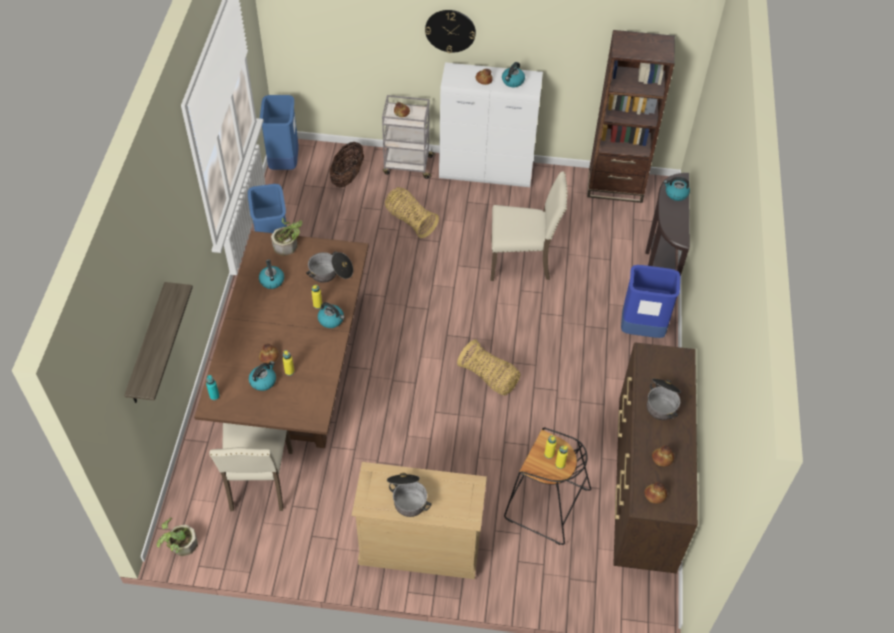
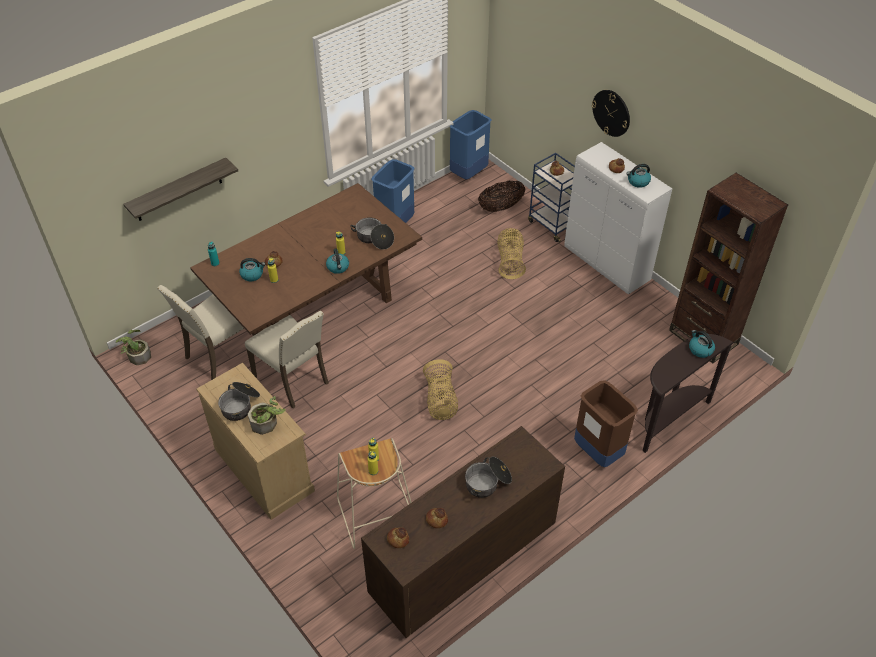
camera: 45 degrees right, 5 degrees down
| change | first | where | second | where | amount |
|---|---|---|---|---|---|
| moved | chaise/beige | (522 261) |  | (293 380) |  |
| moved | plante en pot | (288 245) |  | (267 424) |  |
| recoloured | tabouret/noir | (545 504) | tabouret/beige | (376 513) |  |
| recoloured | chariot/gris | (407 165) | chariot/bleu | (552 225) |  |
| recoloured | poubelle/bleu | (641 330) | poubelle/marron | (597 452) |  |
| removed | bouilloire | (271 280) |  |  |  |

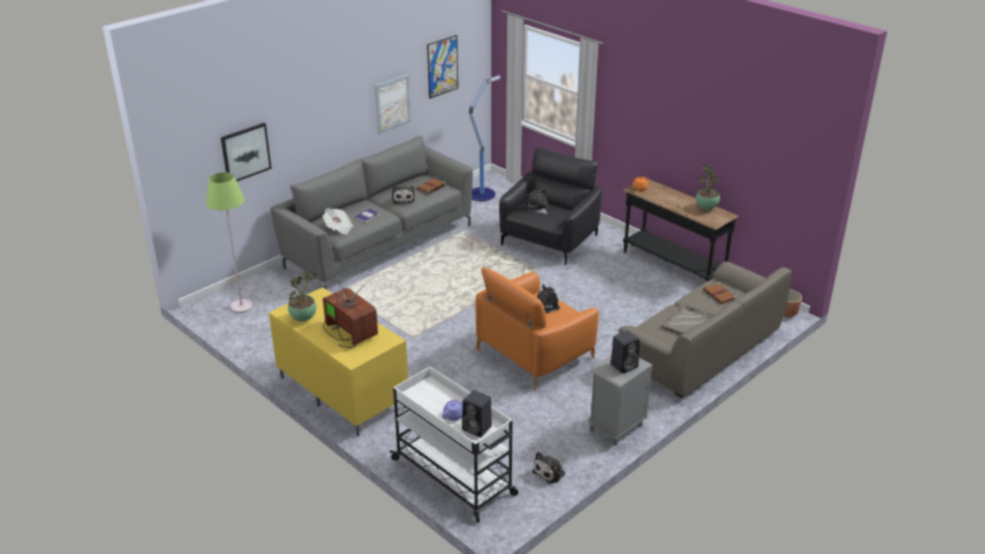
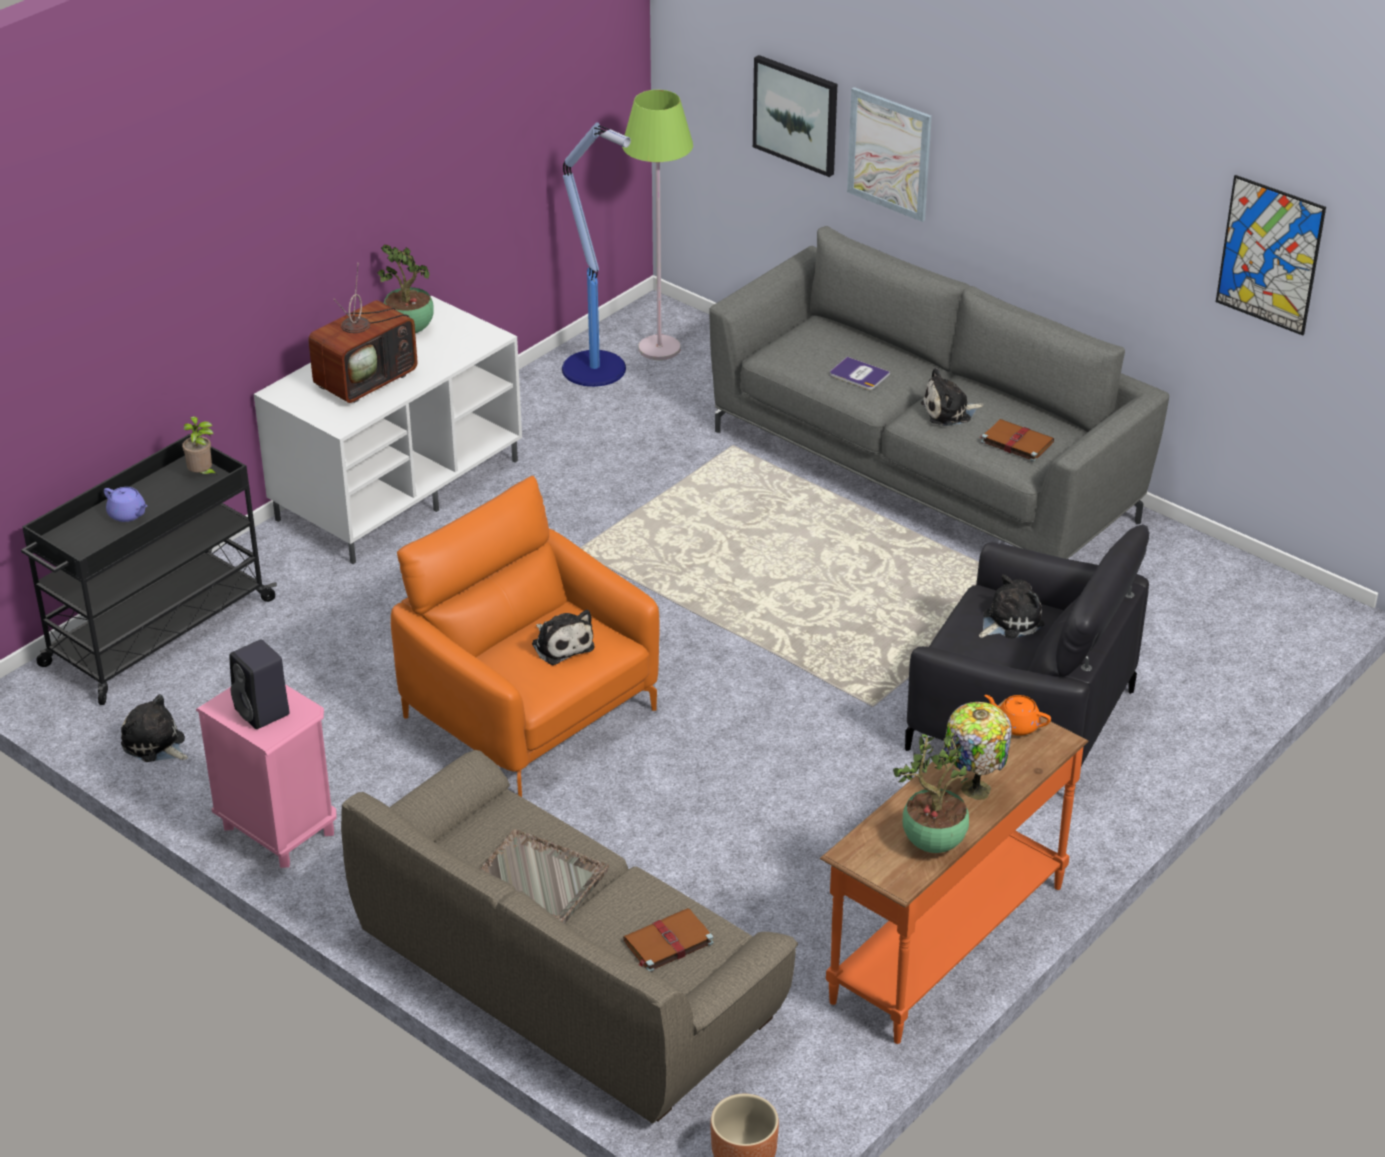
camera: 85 degrees right, 5 degrees up
| change | first | where | second | where | amount |
|---|---|---|---|---|---|
| recoloured | chariot/blanc | (454 477) | chariot/noir | (156 633) |  |
| added |  |  | plante en pot | (202 475) |  |
| recoloured | table de chevet/gris | (616 428) | table de chevet/rose | (277 830) |  |
| recoloured | meuble télé/jaune | (341 392) | meuble télé/blanc | (398 488) |  |
| moved | lampadaire | (482 194) |  | (596 370) |  |
| recoloured | table console/noir | (672 266) | table console/orange | (945 942) |  |
| moved | tableau | (392 104) |  | (889 154) |  |
| added |  |  | lampe de table | (973 790) |  |
| removed | journal | (338 228) |  |  |  |
| removed | enceinte/noir | (478 428) |  |  |  |

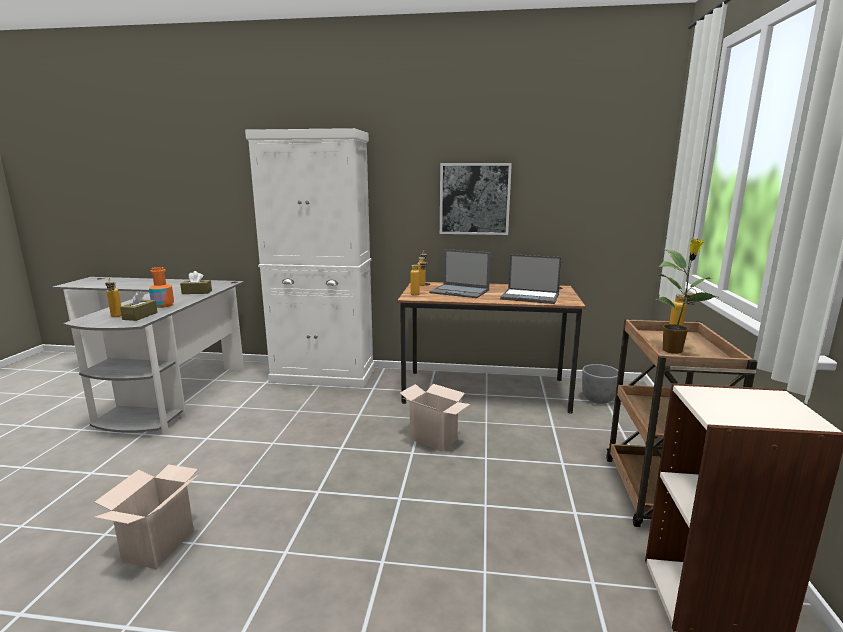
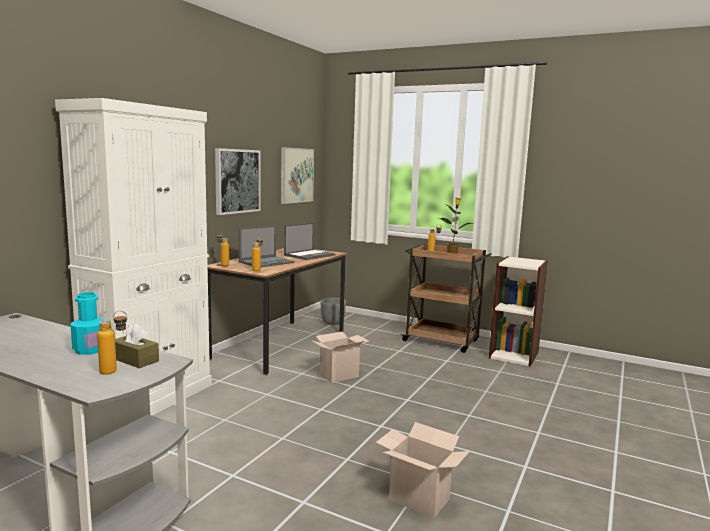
camera: 70 degrees left, 5 degrees down
| change | first | where | second | where | amount |
|---|---|---|---|---|---|
| recoloured | bouteille/orange | (163 305) | bouteille/turquoise | (90 350) |  |
| added |  |  | tableau | (296 175) |  |
| removed | boîte à mouchoirs/marron | (197 292) |  |  |  |

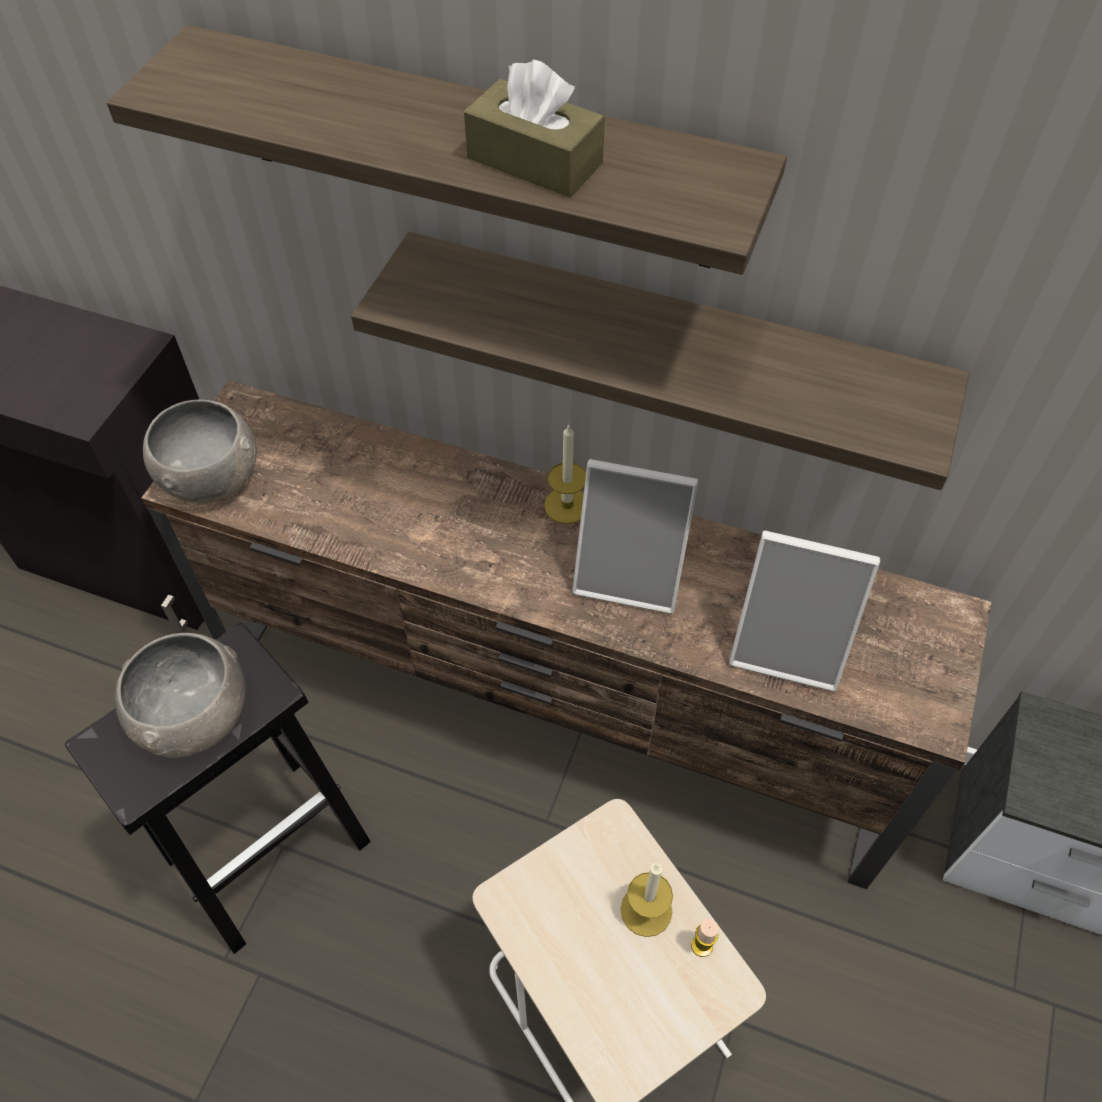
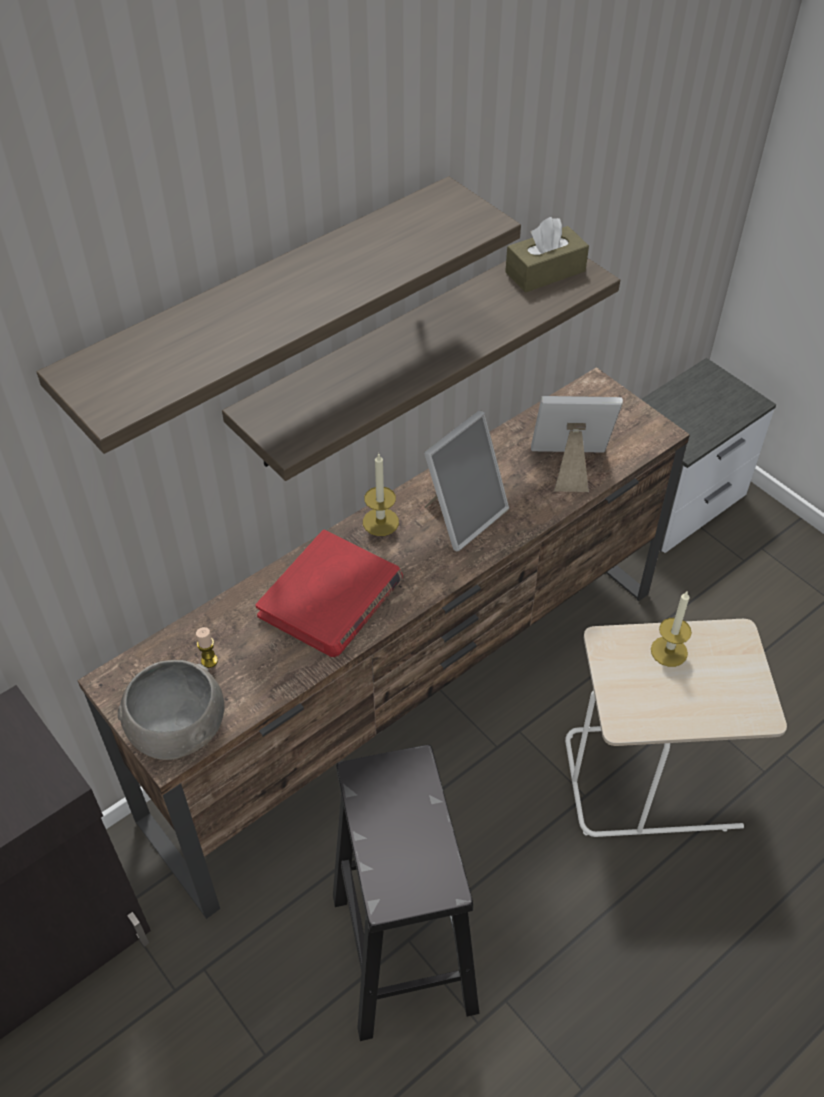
camera: 60 degrees left, 5 degrees down
| change | first | where | second | where | amount |
|---|---|---|---|---|---|
| moved | bougie | (702 945) |  | (209 661) |  |
| added |  |  | livre/rouge | (331 598) |  |
| moved | boîte à mouchoirs/marron | (534 161) |  | (545 272) |  |
| turned | cadre photo | (789 646) |  | (568 467) | 135 degrees counterclockwise |
| removed | bol/gris | (195 715) |  |  |  |

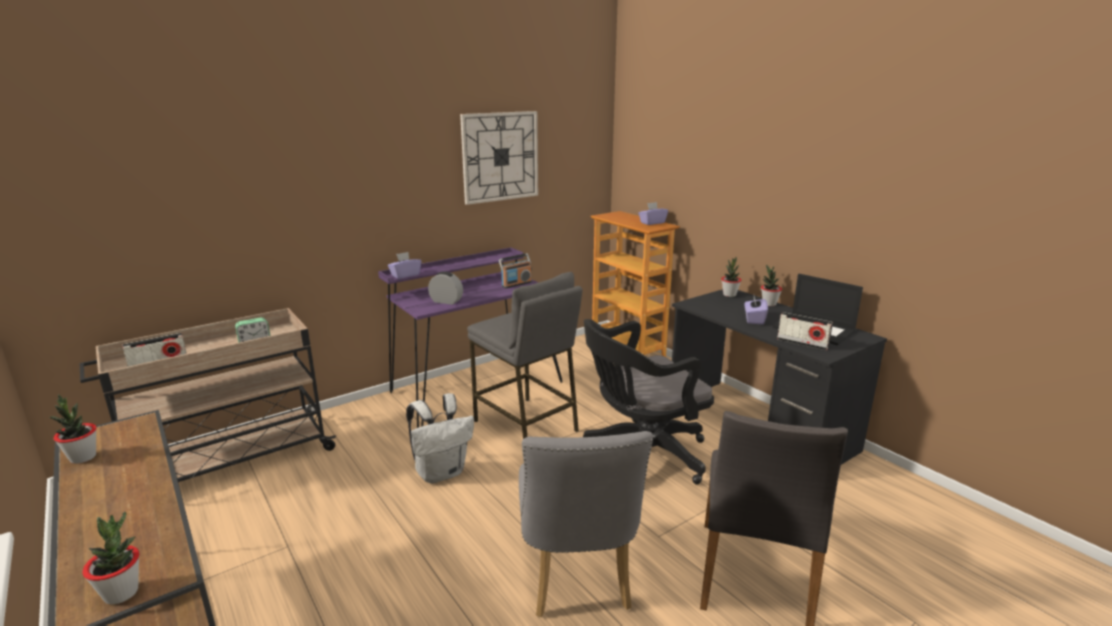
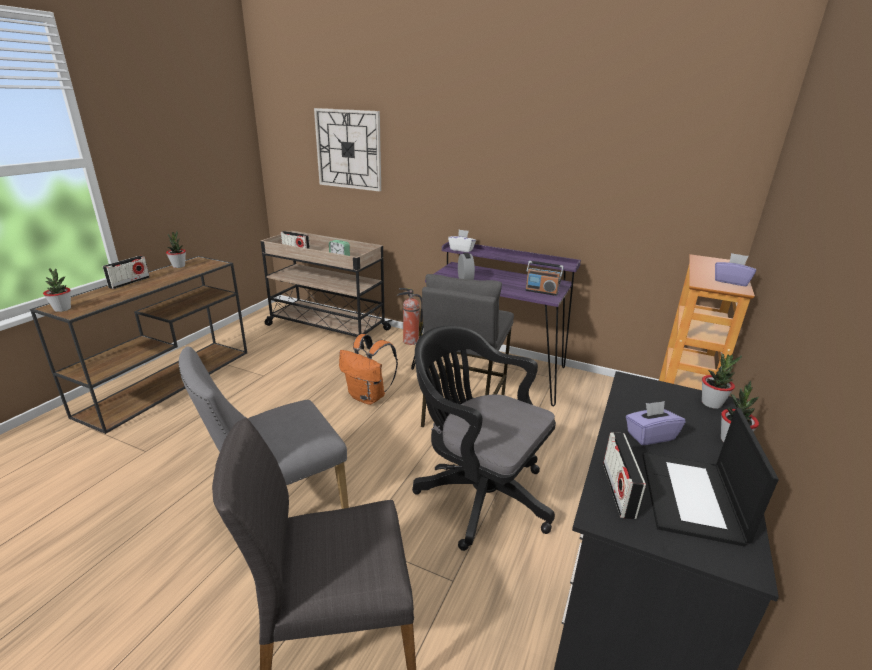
camera: 60 degrees right, 5 degrees up
| change | first | where | second | where | amount |
|---|---|---|---|---|---|
| added |  |  | radio | (129 282) |  |
| moved | horloge murale | (500 157) |  | (348 149) |  |
| recoloured | sac à dos/blanc | (441 472) | sac à dos/orange | (369 397) |  |
| added |  |  | extincteur | (410 341) |  |
| recoloured | boîte à mouchoirs/violet | (405 275) | boîte à mouchoirs/blanc | (461 249) |  |

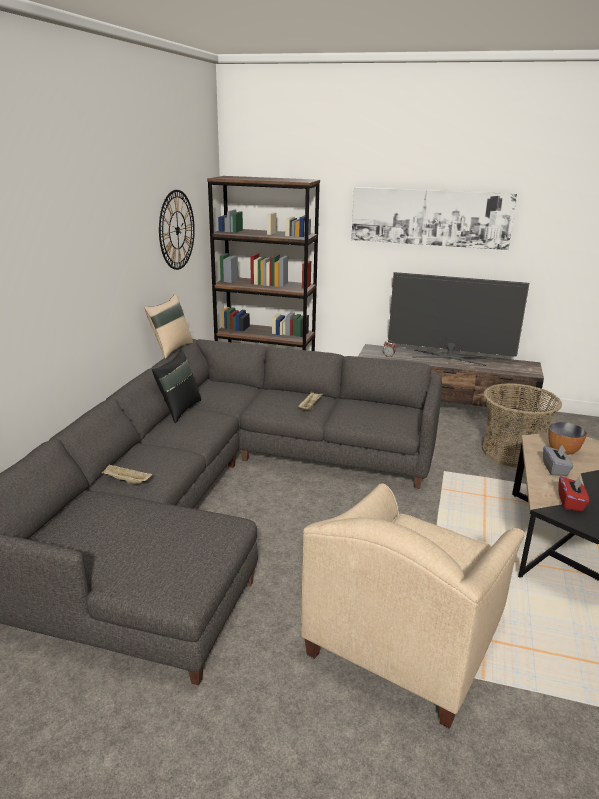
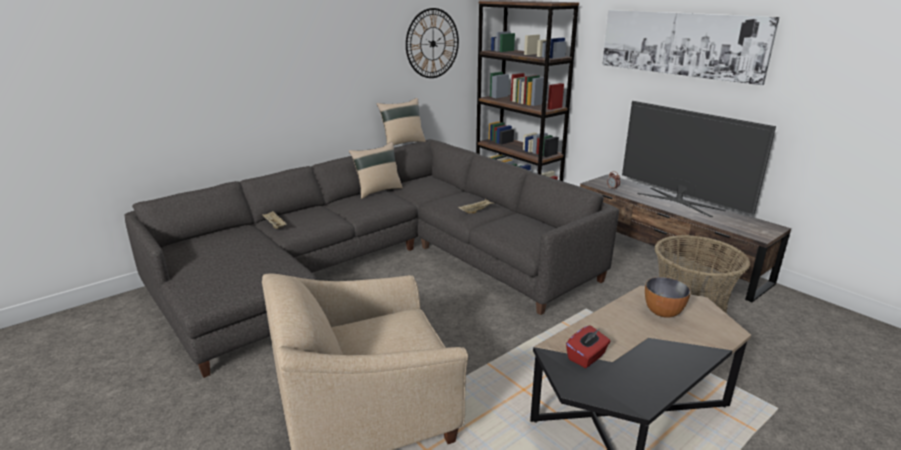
camera: 35 degrees right, 0 degrees up
| change | first | where | second | where | amount |
|---|---|---|---|---|---|
| recoloured | coussin/noir | (179 410) | coussin/beige | (377 191) |  |
| removed | boîte à mouchoirs/gris | (555 469) |  |  |  |

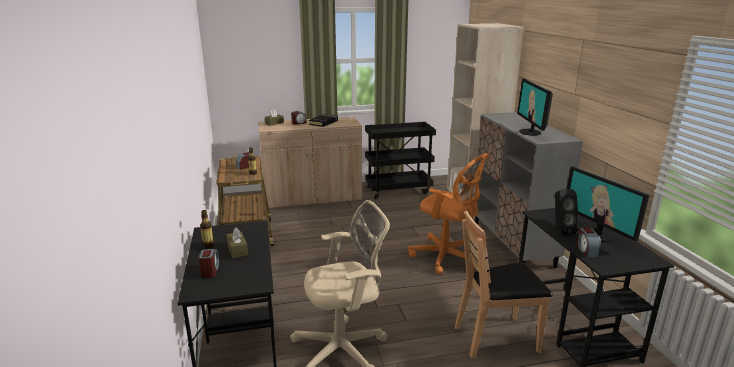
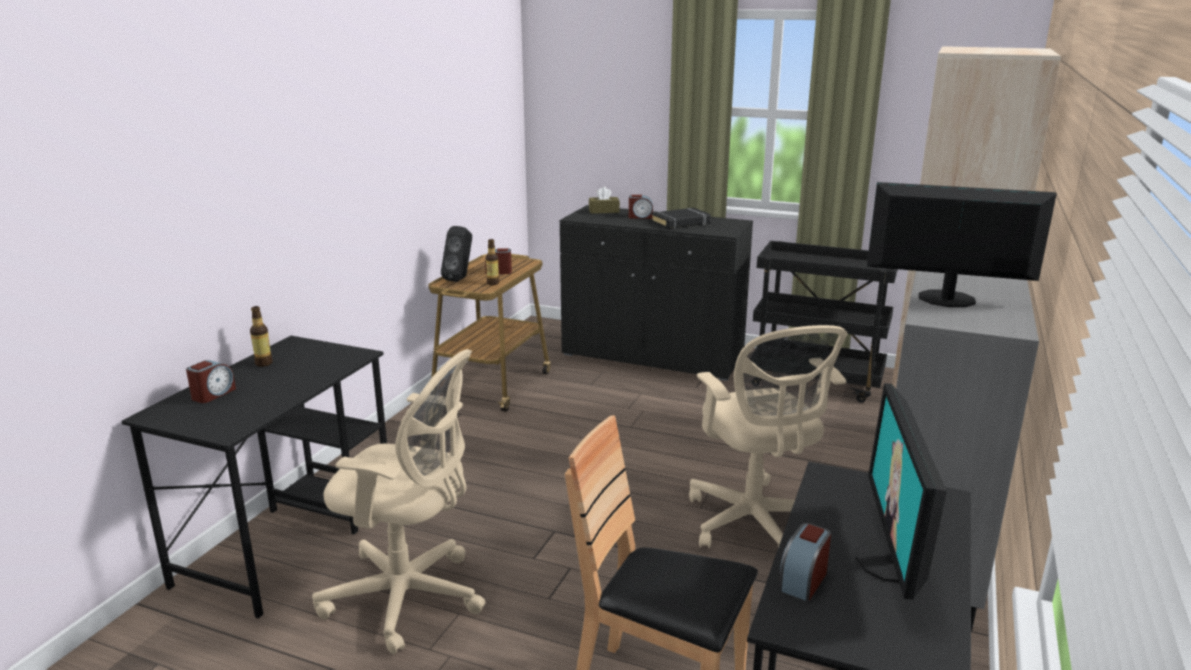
camera: 35 degrees right, 0 degrees up
| change | first | where | second | where | amount |
|---|---|---|---|---|---|
| moved | enceinte/noir | (561 230) |  | (460 279) |  |
| recoloured | meuble de rangement/beige | (312 198) | meuble de rangement/noir | (652 356) |  |
| recoloured | chaise de bureau/orange | (446 257) | chaise de bureau/beige | (754 525) |  |
| turned | écran d'ordinateur | (530 132) |  | (946 299) | 75 degrees clockwise |
| removed | boîte à mouchoirs/marron | (237 250) |  |  |  |

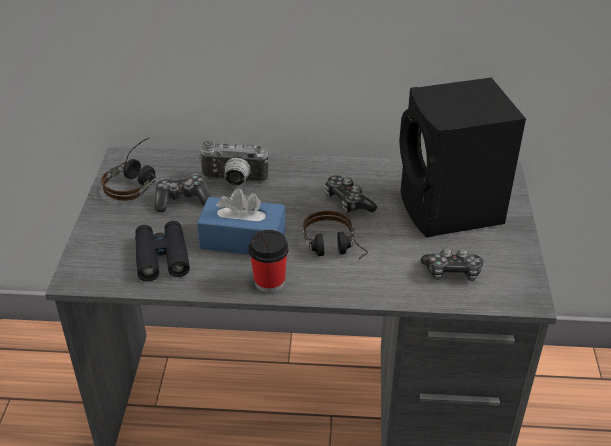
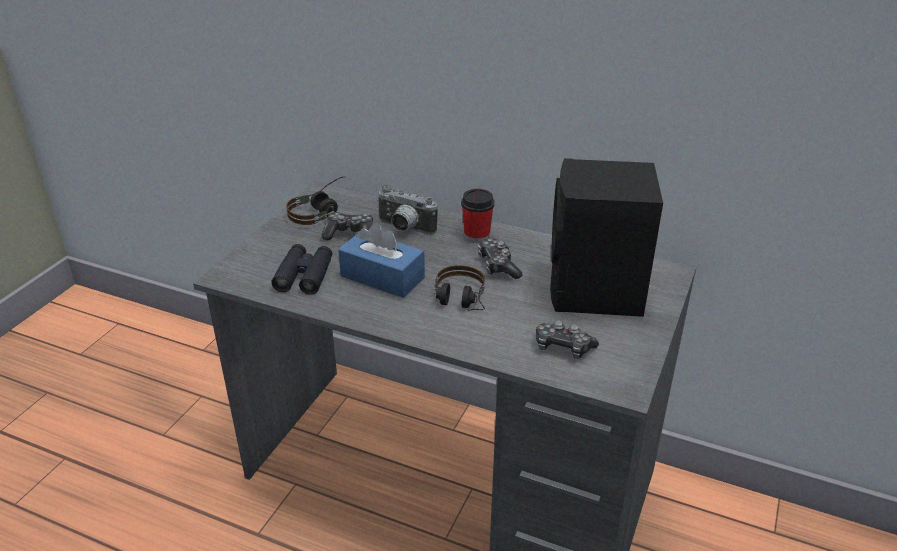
camera: 20 degrees right, 5 degrees down
| change | first | where | second | where | amount |
|---|---|---|---|---|---|
| moved | tasse | (269 282) |  | (477 236) |  |

